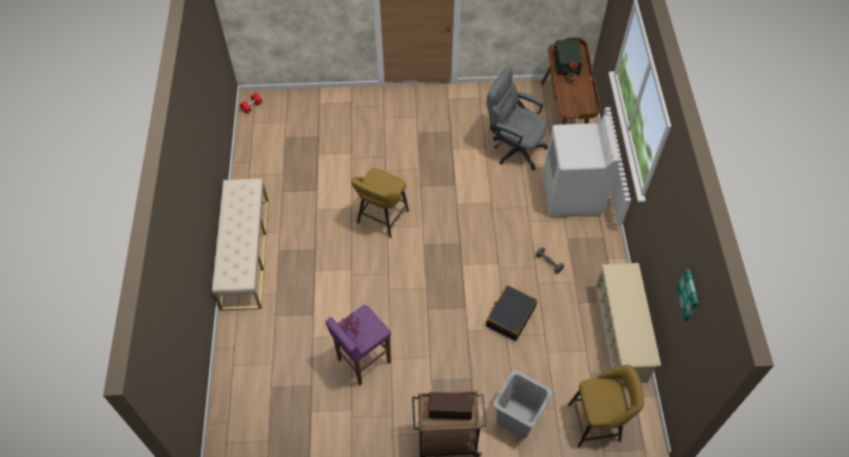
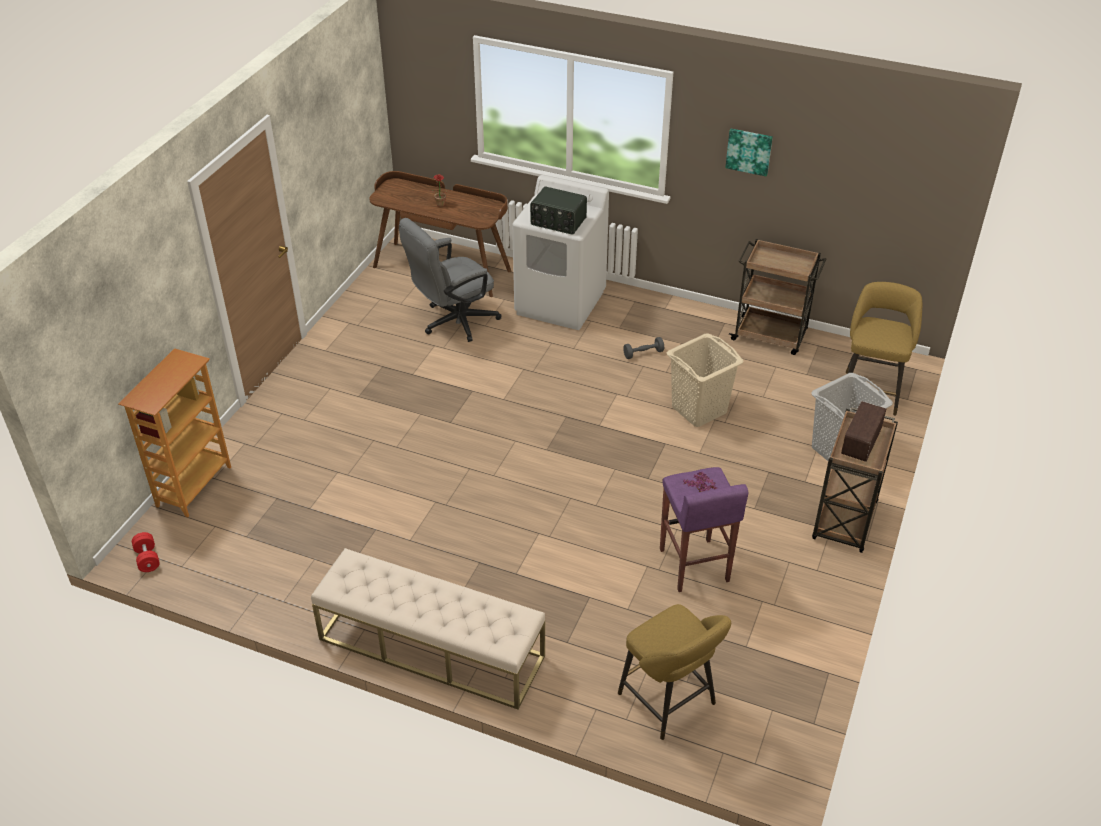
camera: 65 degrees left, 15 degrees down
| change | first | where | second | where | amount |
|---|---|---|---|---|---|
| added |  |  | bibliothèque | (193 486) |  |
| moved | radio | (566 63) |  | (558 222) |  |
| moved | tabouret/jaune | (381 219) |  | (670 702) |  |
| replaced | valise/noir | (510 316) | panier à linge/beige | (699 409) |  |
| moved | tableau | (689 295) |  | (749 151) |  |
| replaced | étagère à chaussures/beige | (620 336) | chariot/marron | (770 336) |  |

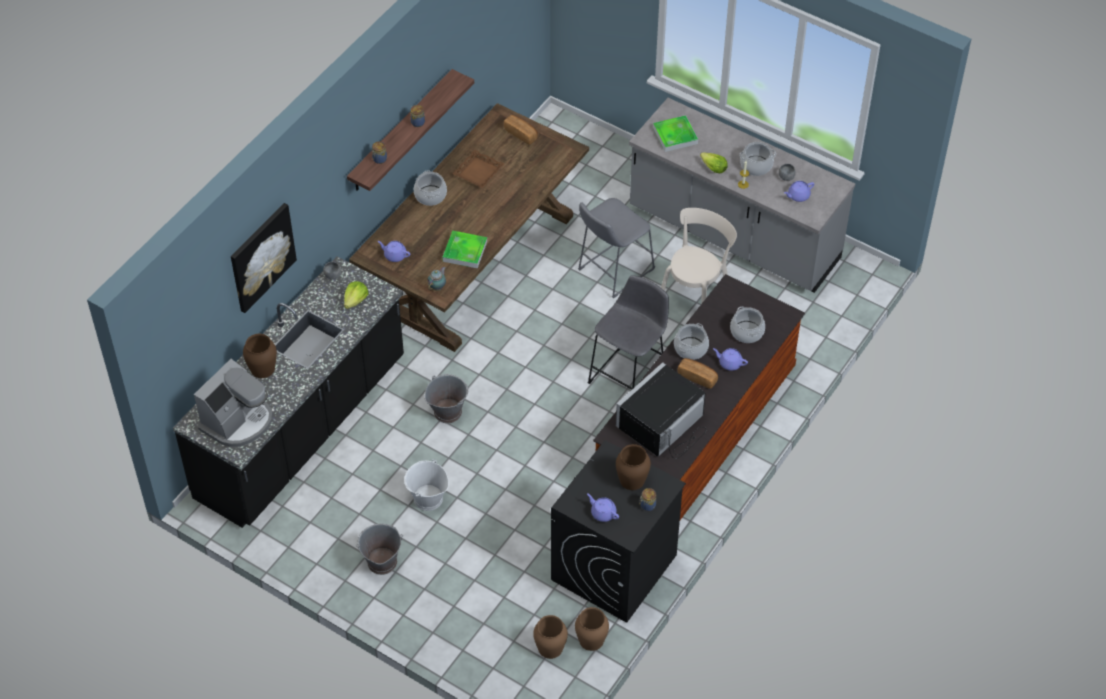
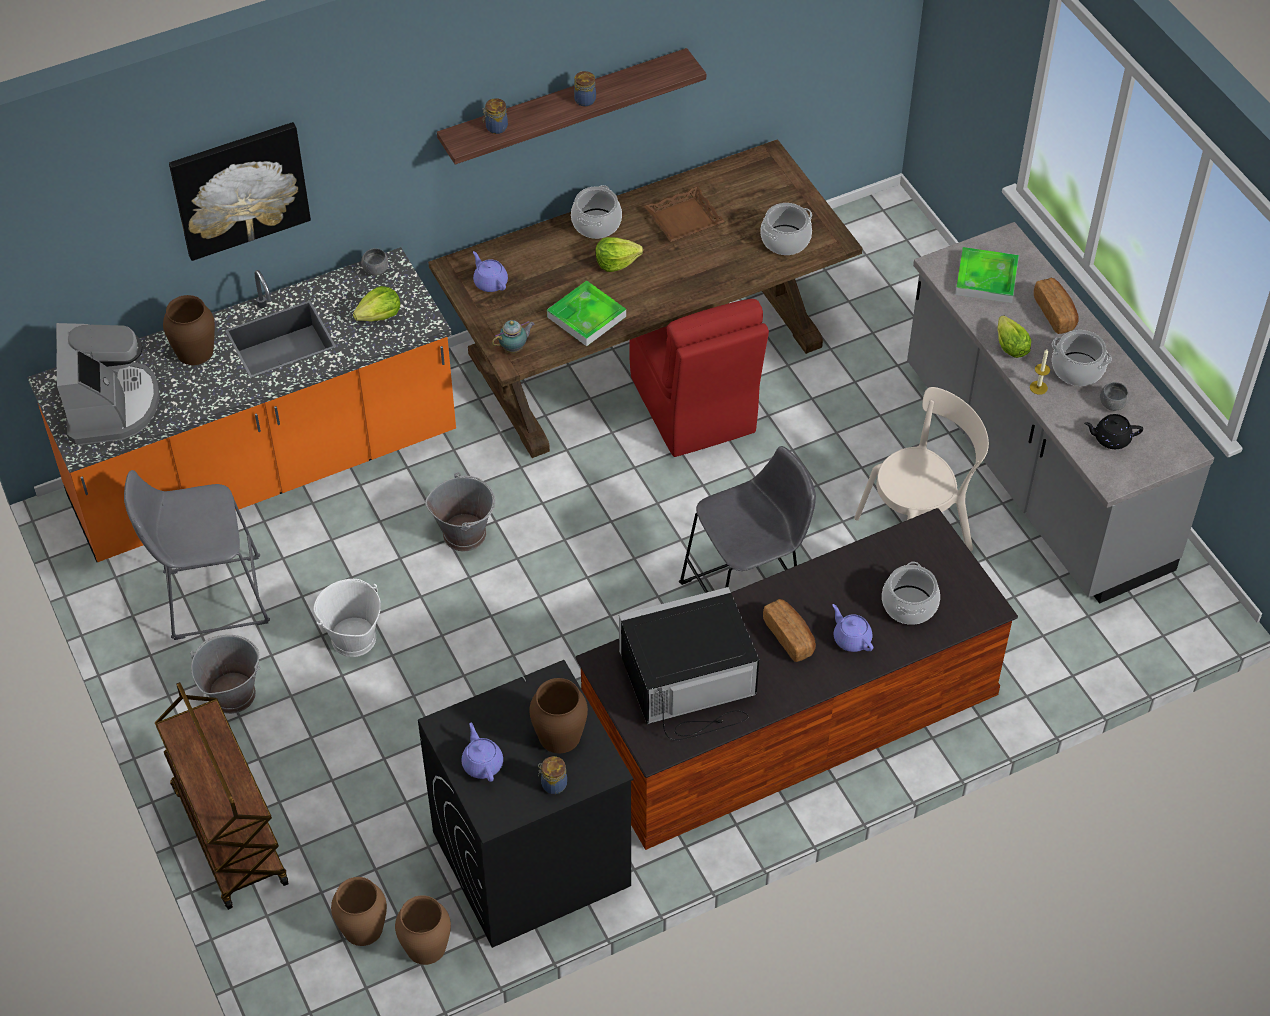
camera: 30 degrees right, 0 degrees up
| change | first | where | second | where | amount |
|---|---|---|---|---|---|
| recoloured | comptoir de cuisine/noir | (302 429) | comptoir de cuisine/orange | (264 470) |  |
| turned | machine à café | (238 421) |  | (111 406) | 75 degrees counterclockwise |
| moved | tabouret/gris | (612 271) |  | (209 598) |  |
| added |  |  | chariot/marron | (228 834) |  |
| added |  |  | laitue | (616 262) |  |
| added |  |  | chaise/rouge | (693 407) |  |
| moved | marmite | (690 348) |  | (785 240) |  |
| moved | pain | (521 134) |  | (1055 313) |  |
| recoloured | théière/violet | (798 196) | théière/noir | (1111 439) |  |

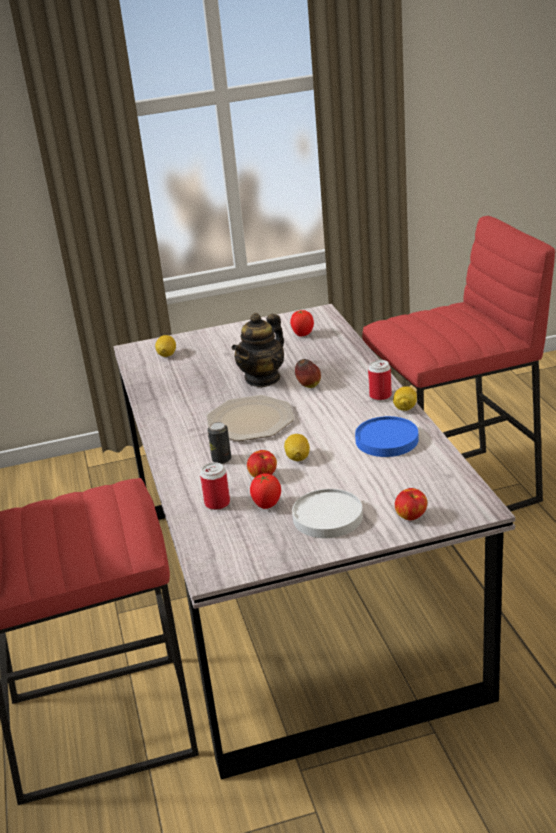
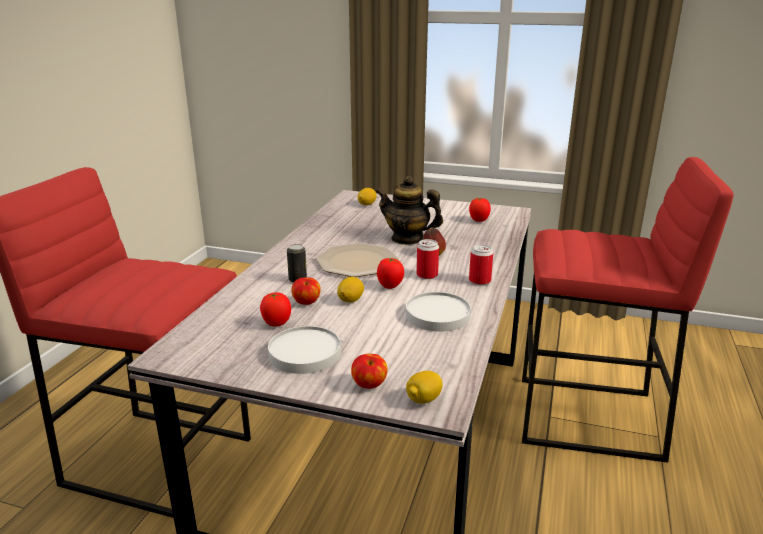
camera: 30 degrees right, 5 degrees down
| change | first | where | second | where | amount |
|---|---|---|---|---|---|
| turned | théière | (263 378) |  | (407 238) | 45 degrees clockwise |
| added |  |  | tomate | (390 286) |  |
| recoloured | assiette/bleu | (386 440) | assiette/blanc | (438 315) |  |
| moved | citron | (405 408) |  | (423 399) |  |
| moved | boîte métallique | (217 503) |  | (427 275) |  |

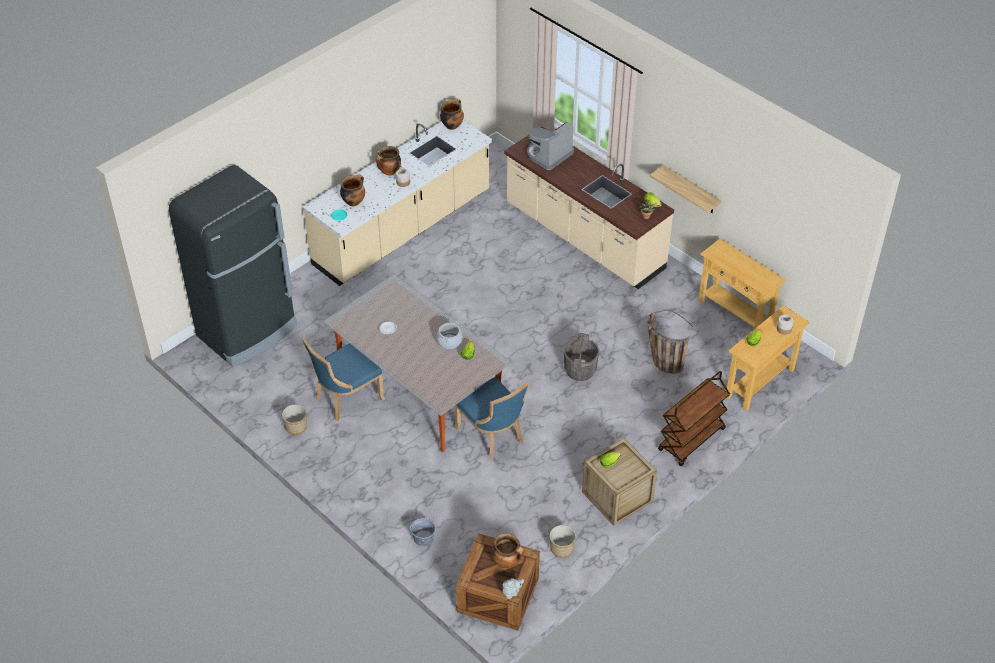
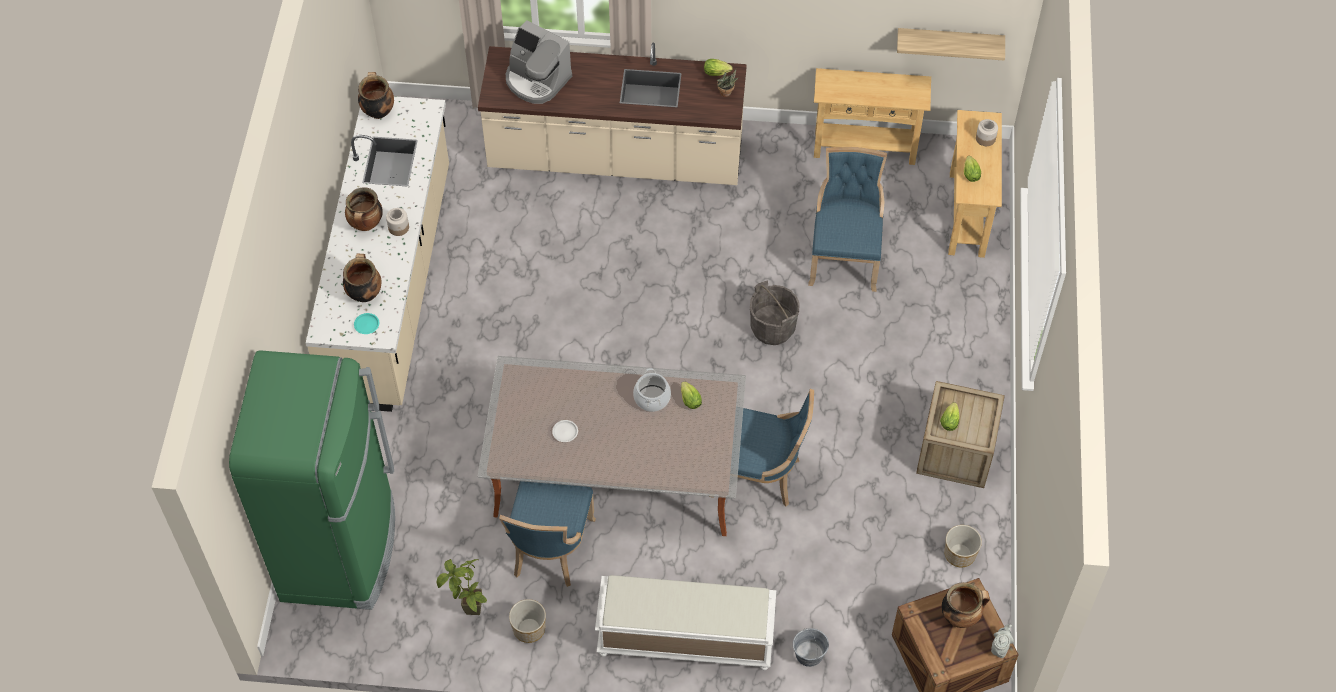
camera: 40 degrees left, 10 degrees up
| change | first | where | second | where | amount |
|---|---|---|---|---|---|
| recoloured | réfrigérateur/noir | (248 331) | réfrigérateur/vert | (340 549) |  |
| added |  |  | plante en pot | (470 615) |  |
| turned | machine à café | (549 155) |  | (537 80) | 60 degrees counterclockwise |
| added |  |  | banc/blanc | (684 639) |  |
| replaced | panier | (661 360) | chaise/bleu | (844 256) |  |
| moved | étagère | (691 190) |  | (949 42) |  |
| removed | chariot/marron | (691 440) |  |  |  |

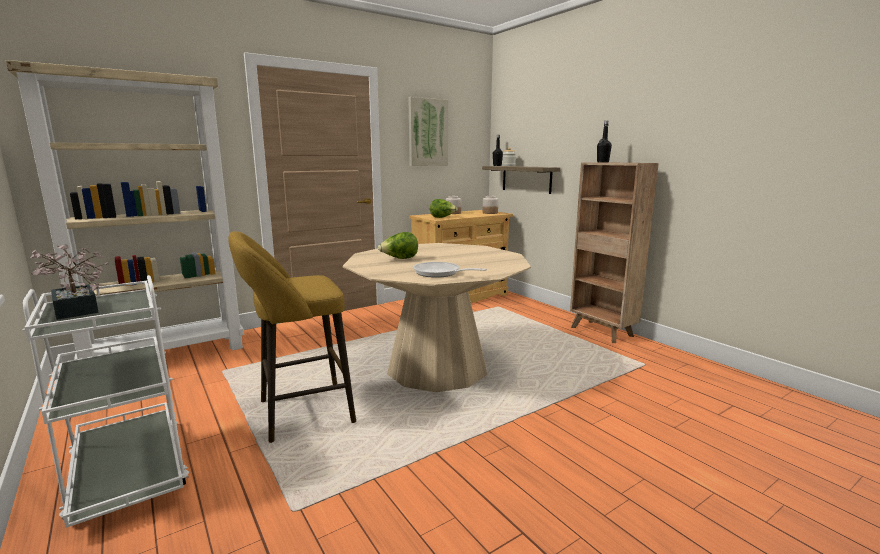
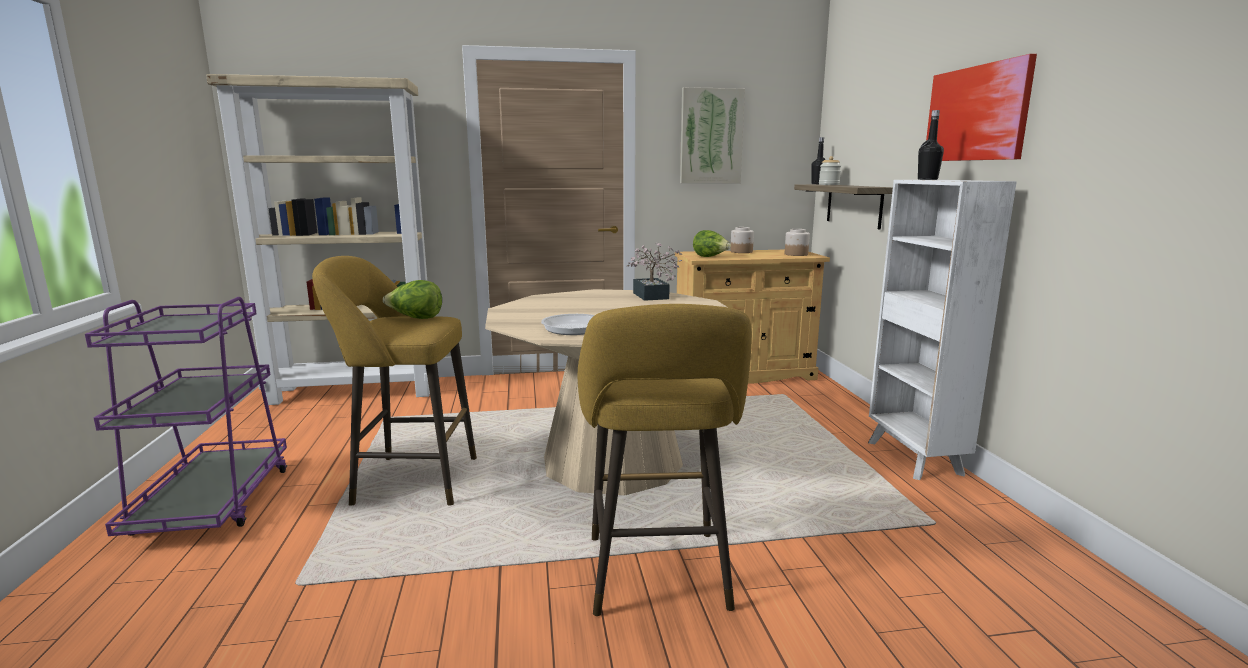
camera: 25 degrees right, 0 degrees up
| change | first | where | second | where | amount |
|---|---|---|---|---|---|
| recoloured | chariot/blanc | (129 473) | chariot/violet | (213 502) |  |
| moved | laitue | (399 259) |  | (416 318) |  |
| added |  |  | tabouret/jaune | (658 578) |  |
| moved | plante en pot | (75 311) |  | (651 297) |  |
| recoloured | bibliothèque/marron | (602 332) | bibliothèque/blanc | (914 459) |  |
| added |  |  | tableau | (976 114) |  |

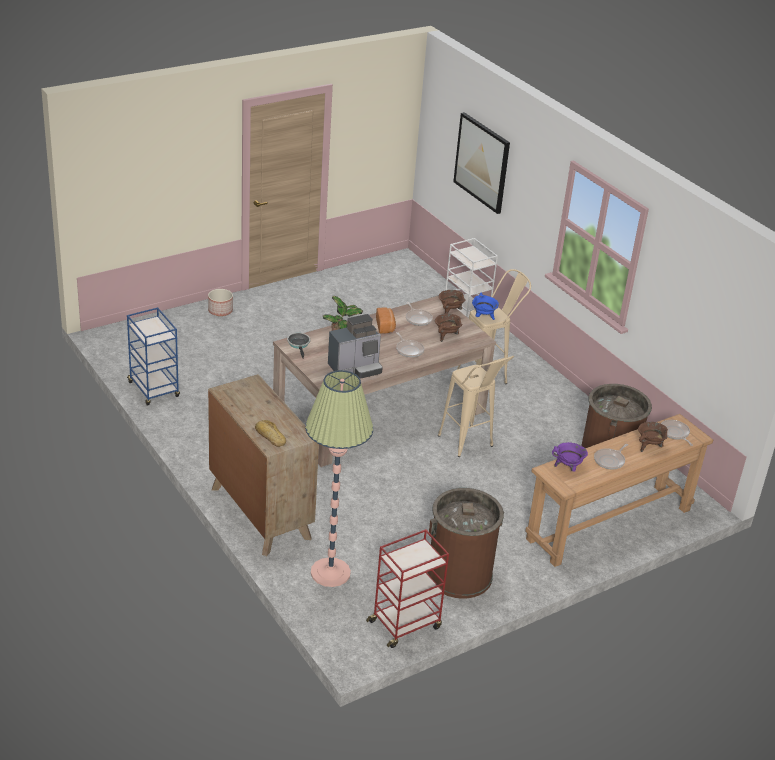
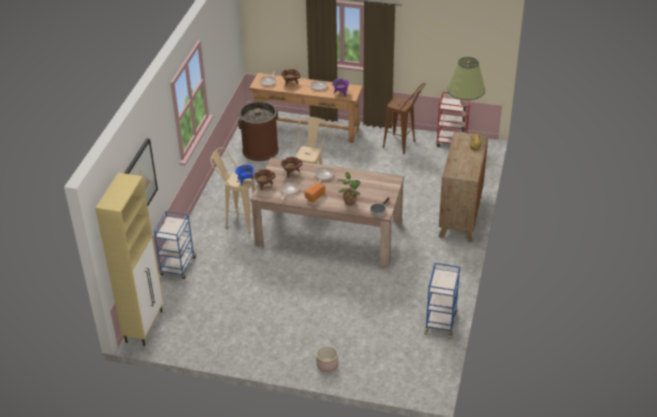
camera: 130 degrees left, 5 degrees up
| change | first | where | second | where | amount |
|---|---|---|---|---|---|
| added |  |  | meuble de rangement/beige | (144 326) |  |
| recoloured | chariot/blanc | (466 313) | chariot/bleu | (178 267) |  |
| replaced | poubelle/marron | (459 574) | tabouret/marron | (403 146) |  |
| removed | machine à café | (355 368) |  |  |  |

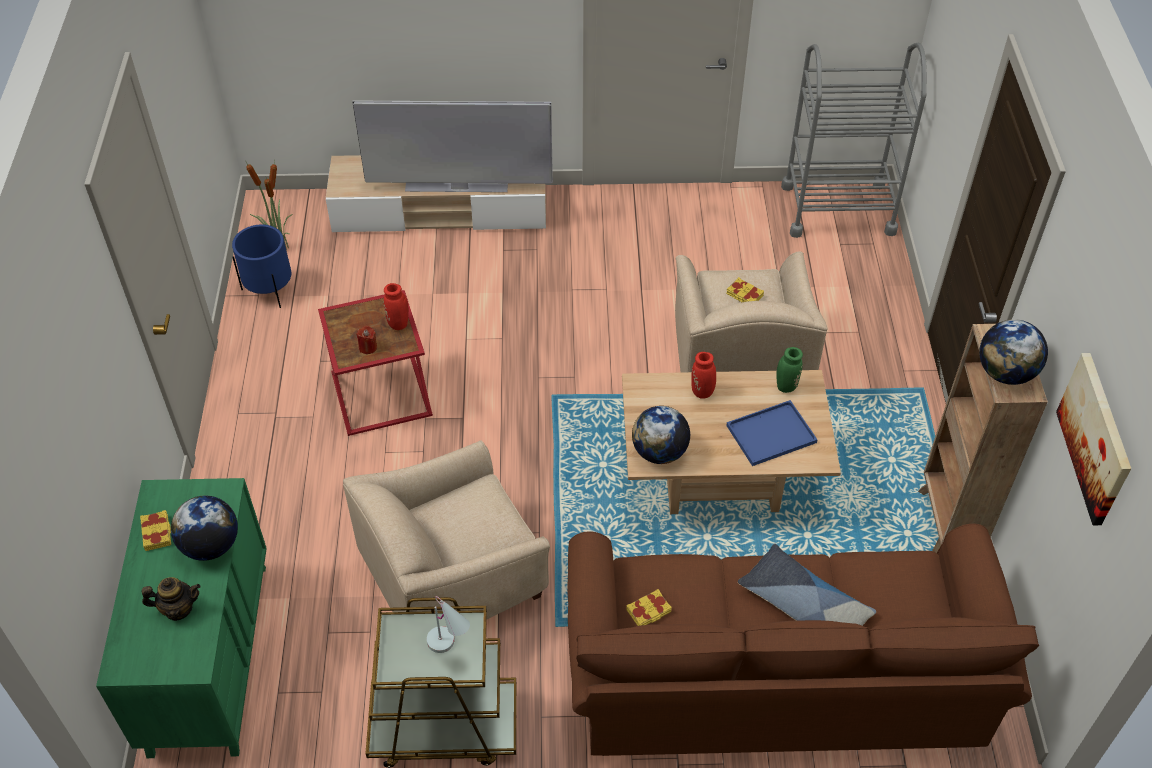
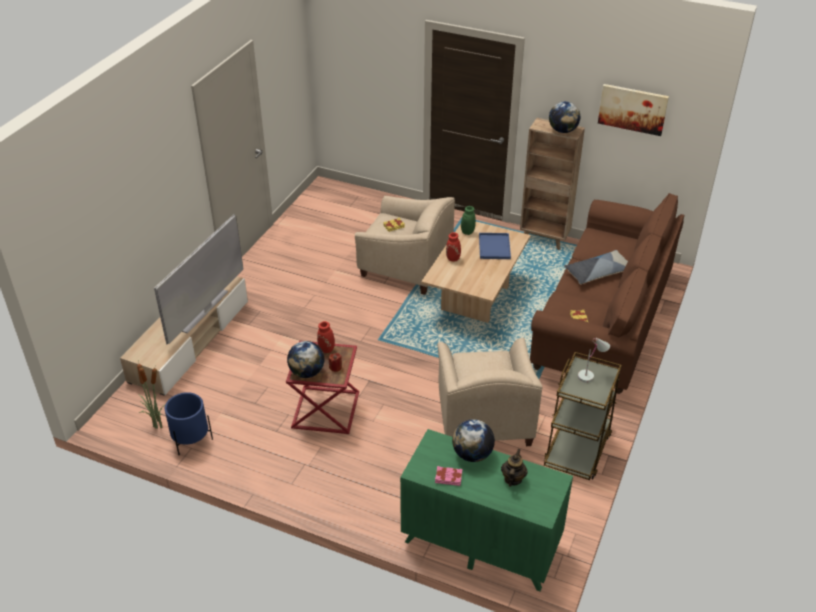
camera: 65 degrees left, 10 degrees down
| change | first | where | second | where | amount |
|---|---|---|---|---|---|
| moved | globe | (659 452) |  | (307 372) |  |
| recoloured | livre/jaune | (157 533) | livre/rose | (448 477) |  |
| removed | chariot/gris | (837 209) |  |  |  |

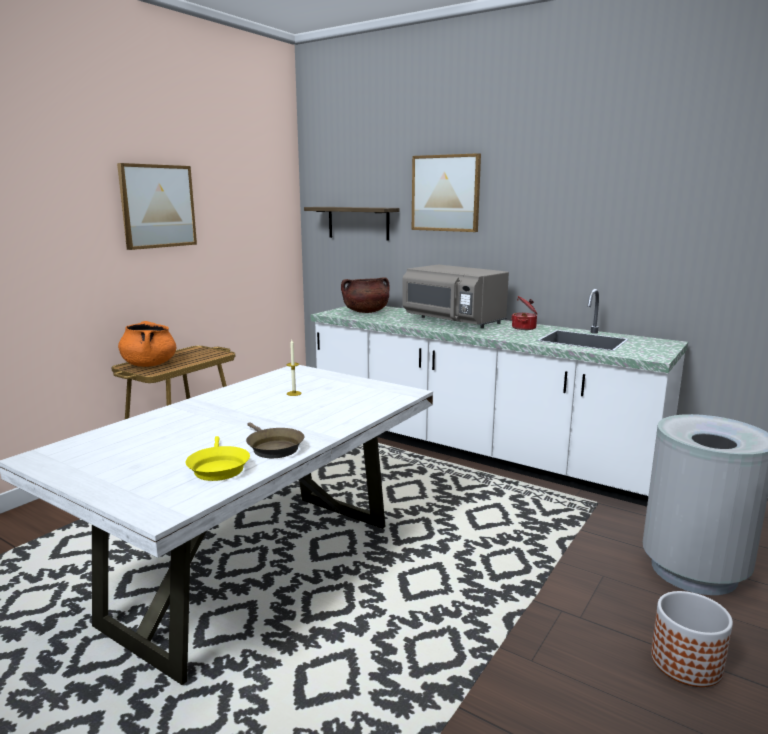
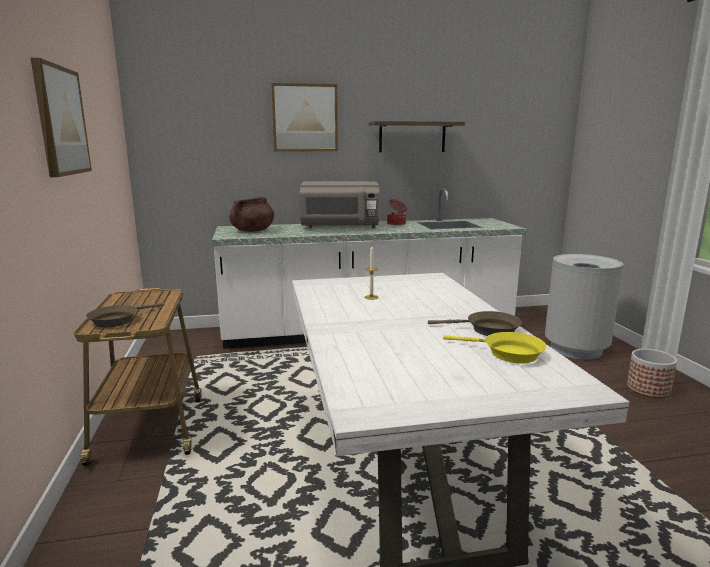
camera: 45 degrees left, 0 degrees up
| change | first | where | second | where | amount |
|---|---|---|---|---|---|
| replaced | marmite/orange | (149 364) | poêle/marron | (117 320) |  |
| moved | étagère | (358 223) |  | (412 137) |  |

